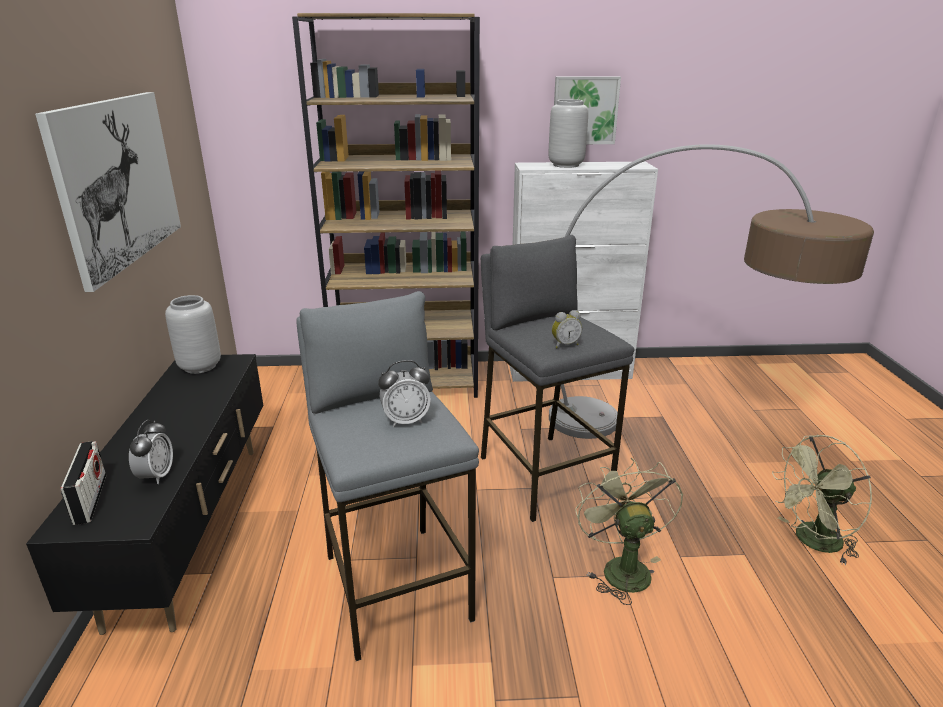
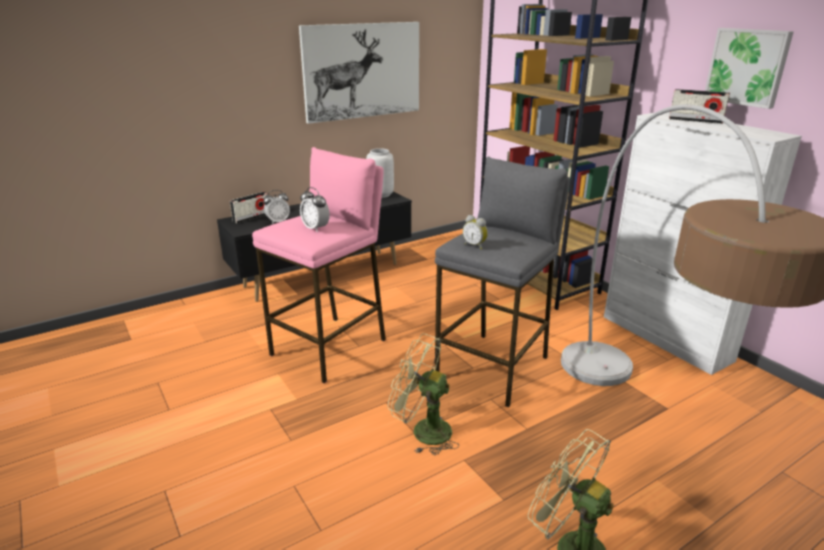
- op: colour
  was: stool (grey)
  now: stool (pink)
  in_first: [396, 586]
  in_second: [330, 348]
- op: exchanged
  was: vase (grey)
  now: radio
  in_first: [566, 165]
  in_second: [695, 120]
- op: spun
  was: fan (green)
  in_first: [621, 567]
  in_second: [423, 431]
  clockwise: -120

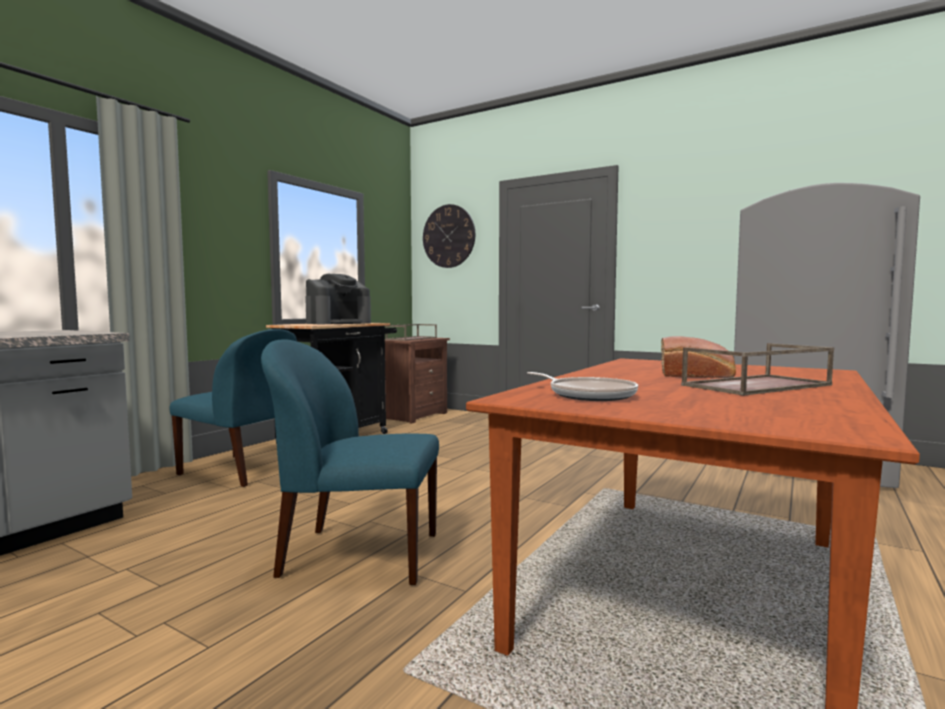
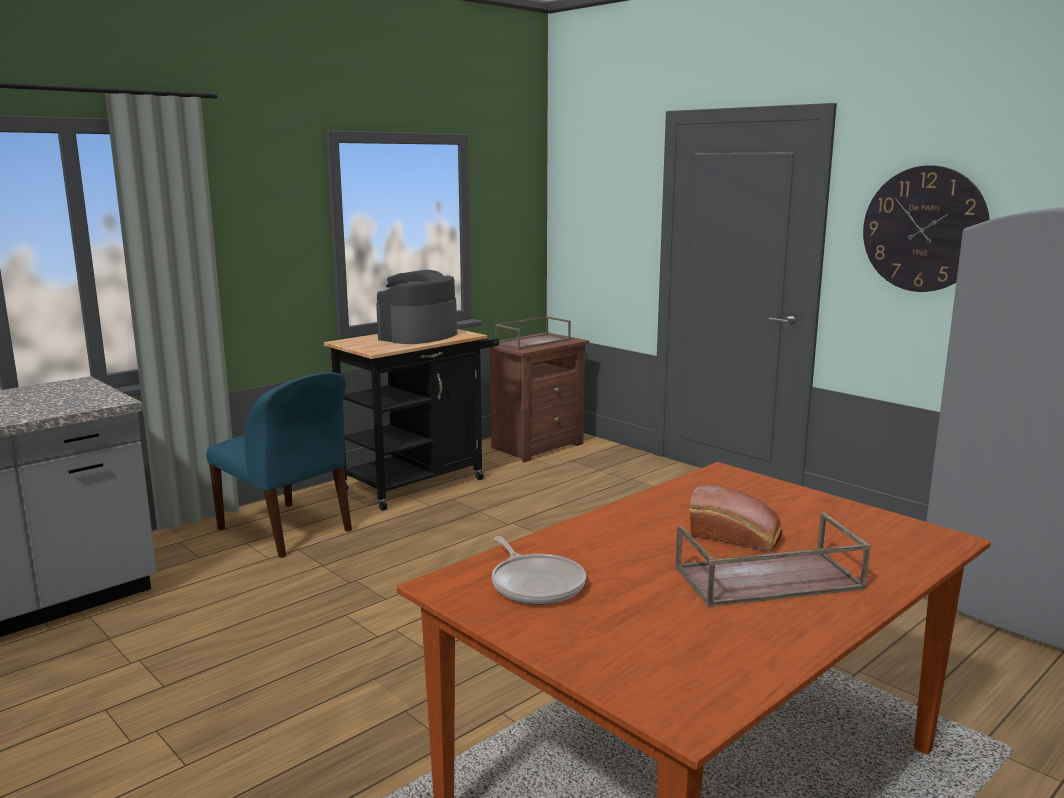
- op: missing
  was: chair (blue)
  in_first: [357, 555]
- op: spun
  was: coffee machine
  in_first: [338, 323]
  in_second: [418, 336]
  clockwise: 150
- op: relocated
  was: wall clock
  in_first: [448, 236]
  in_second: [924, 229]

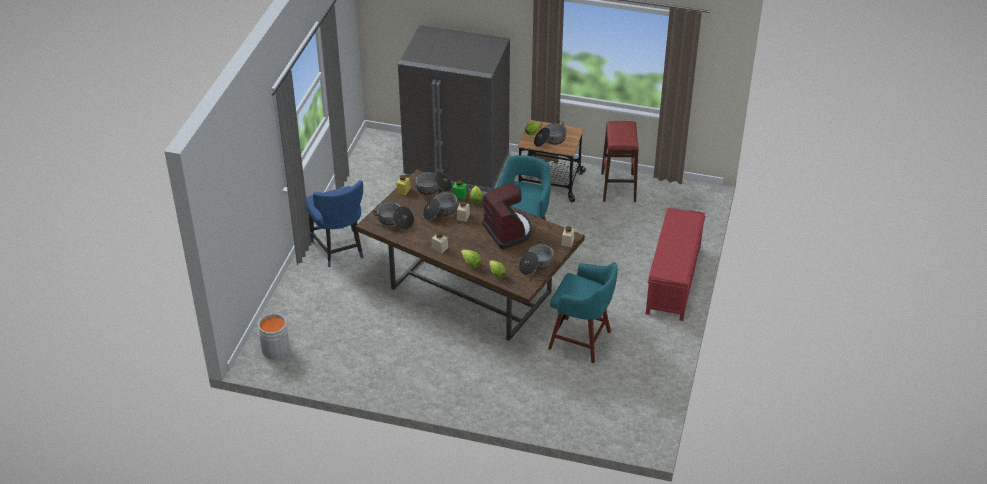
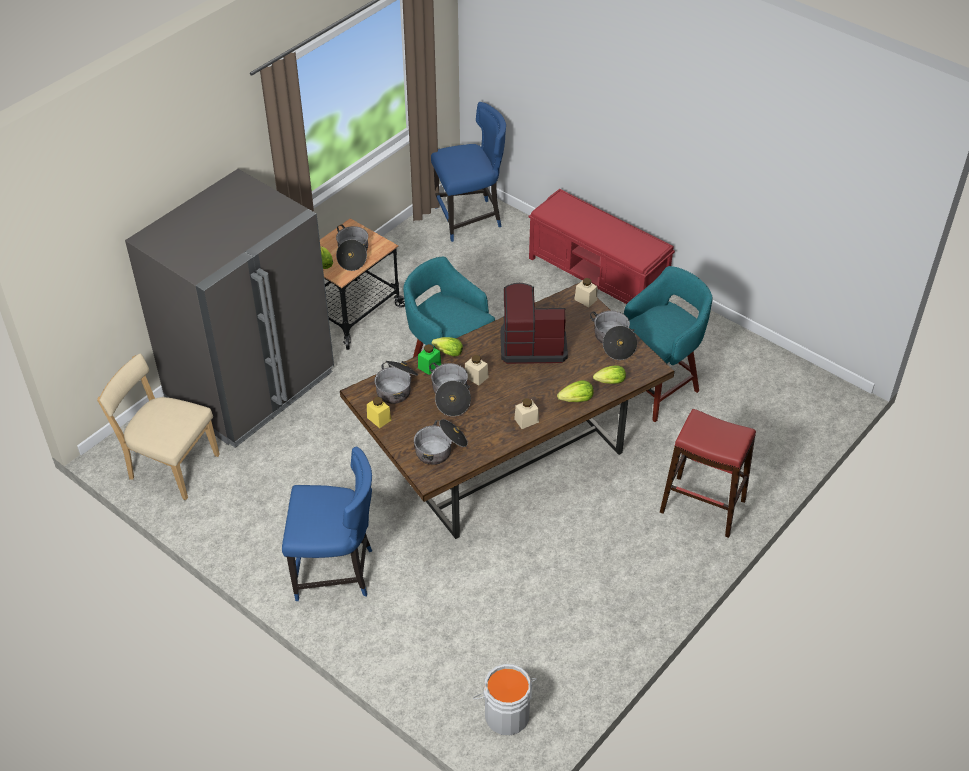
- op: relocated
  was: stool (red)
  in_first: [618, 187]
  in_second: [702, 506]
- op: appeared
  now: chair (beige)
  in_second: [170, 466]
- op: appeared
  now: chair (blue)
  in_second: [470, 219]

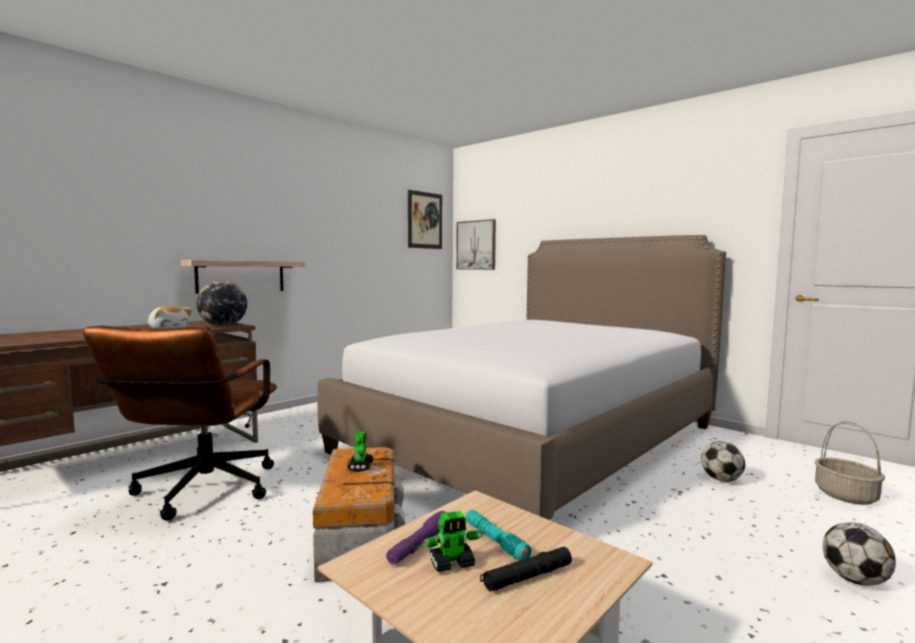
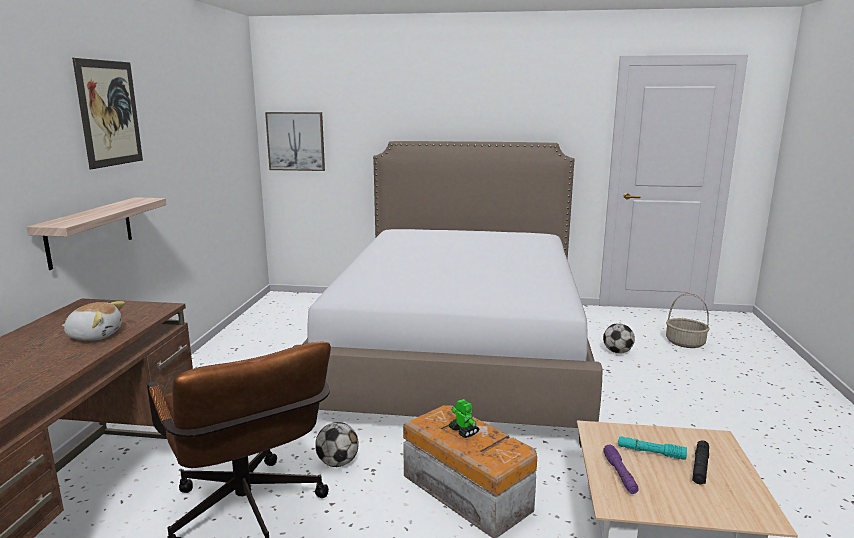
- op: missing
  was: globe
  in_first: [223, 326]
- op: relocated
  was: picture
  in_first: [425, 220]
  in_second: [109, 113]
- op: missing
  was: toy robot
  in_first: [452, 563]
- op: relocated
  was: football
  in_first: [855, 580]
  in_second: [337, 463]

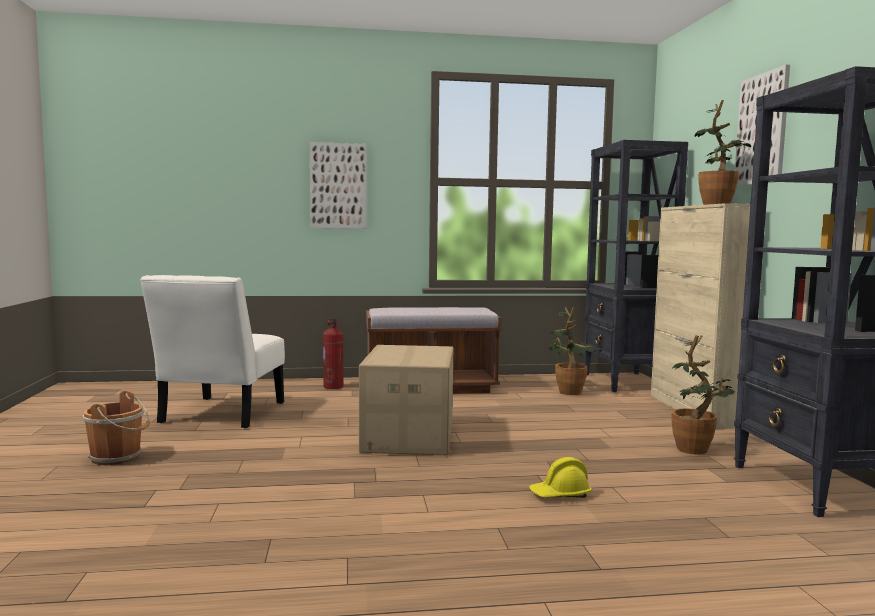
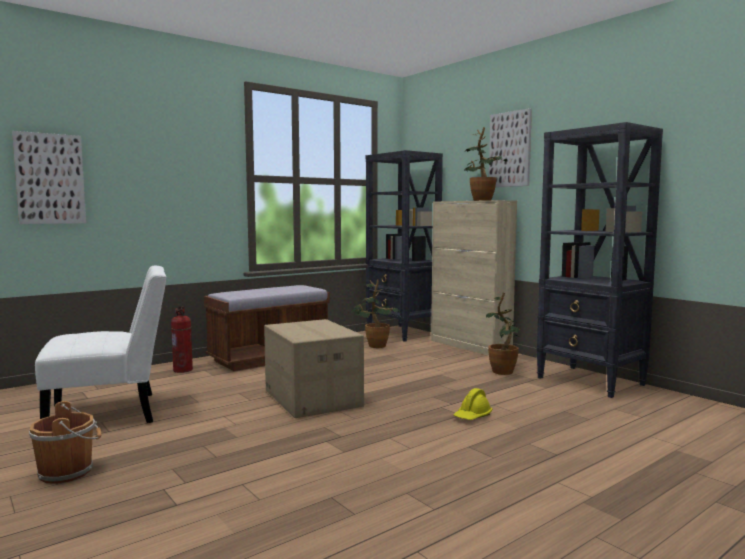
- op: spun
  was: chair (white)
  in_first: [220, 414]
  in_second: [111, 413]
  clockwise: -90
- op: relocated
  was: picture
  in_first: [338, 186]
  in_second: [50, 179]

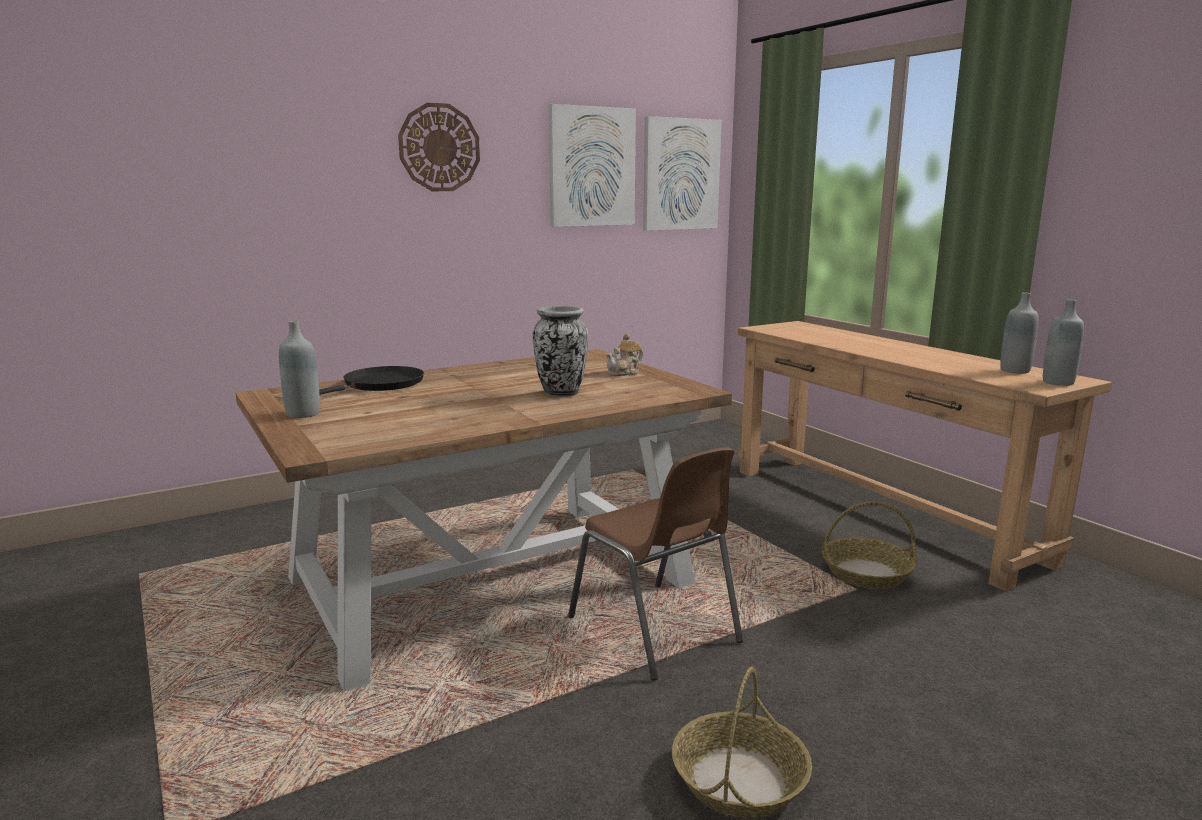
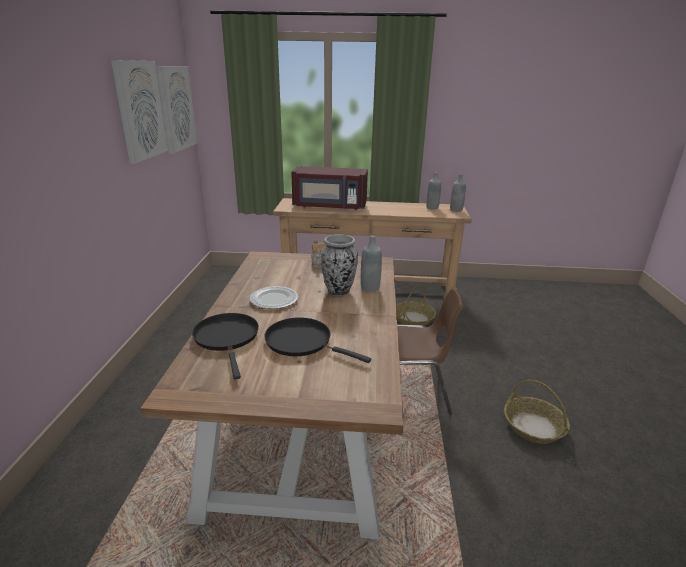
- op: relocated
  was: bottle (grey)
  in_first: [303, 414]
  in_second: [370, 288]
- op: missing
  was: wall clock
  in_first: [439, 147]
- op: appeared
  now: plate
  in_second: [273, 299]
- op: appeared
  now: frying pan (black)
  in_second: [302, 342]
- op: appeared
  now: microwave (red)
  in_second: [329, 206]

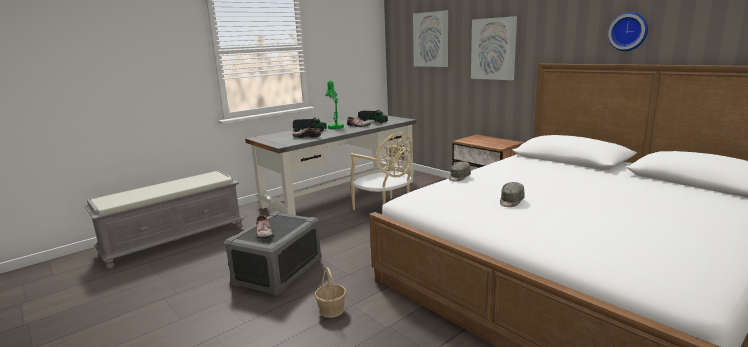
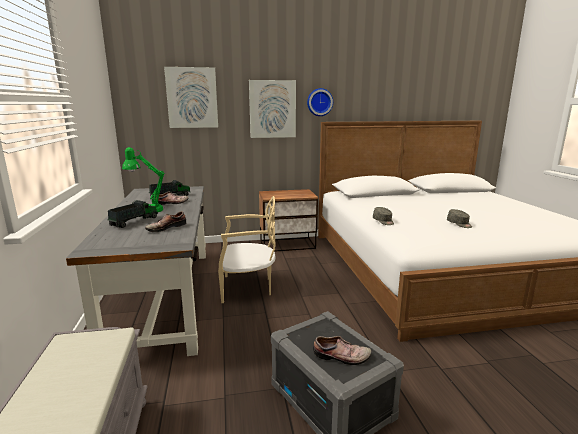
- op: missing
  was: basket
  in_first: [332, 309]
- op: relocated
  was: wall clock
  in_first: [628, 31]
  in_second: [319, 102]

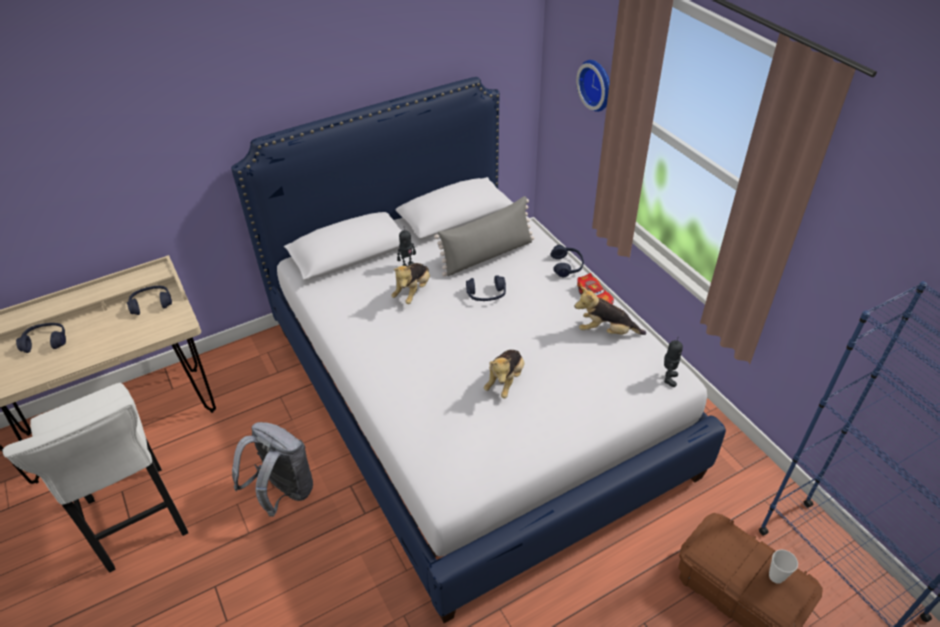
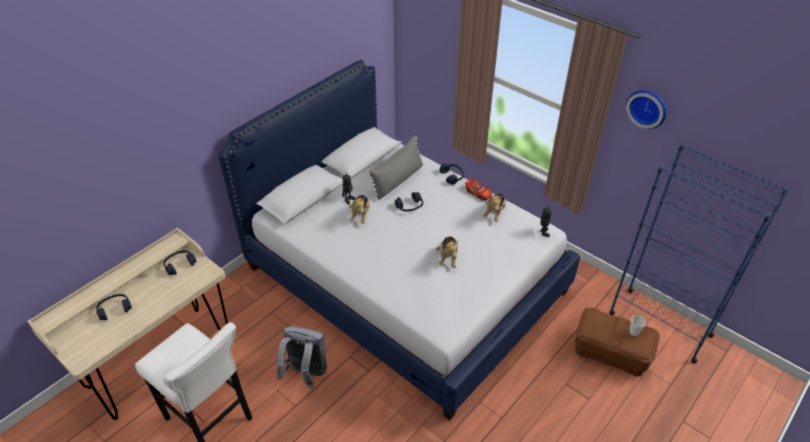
- op: spun
  was: plush toy
  in_first: [606, 331]
  in_second: [494, 213]
  clockwise: -60
- op: relocated
  was: wall clock
  in_first: [597, 84]
  in_second: [647, 107]

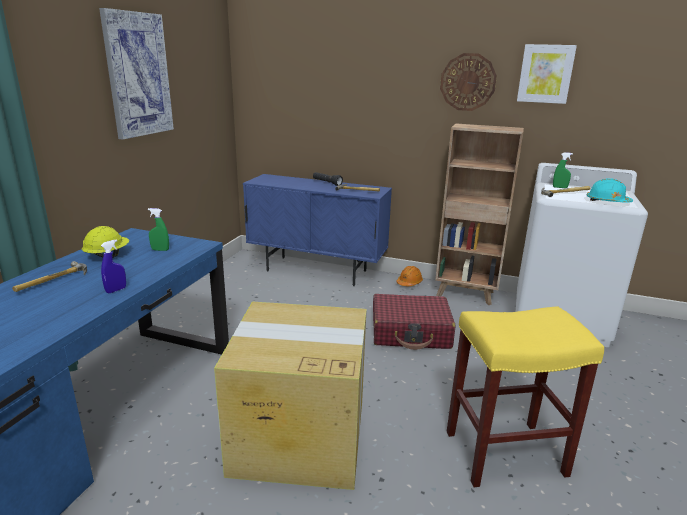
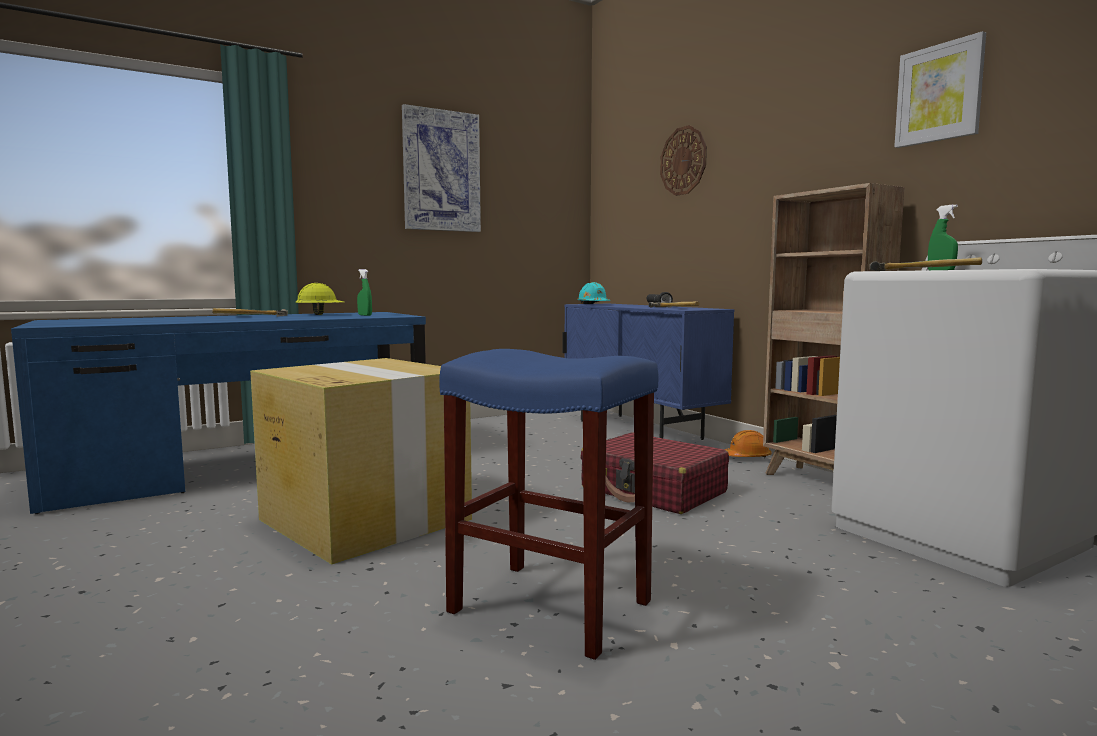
- op: missing
  was: spray bottle (blue)
  in_first: [116, 290]
- op: relocated
  was: wall clock
  in_first: [468, 82]
  in_second: [683, 161]
- op: colour
  was: stool (yellow)
  now: stool (blue)
  in_first: [506, 452]
  in_second: [553, 606]
- op: relocated
  was: hard hat (turquoise)
  in_first: [607, 202]
  in_second: [593, 304]

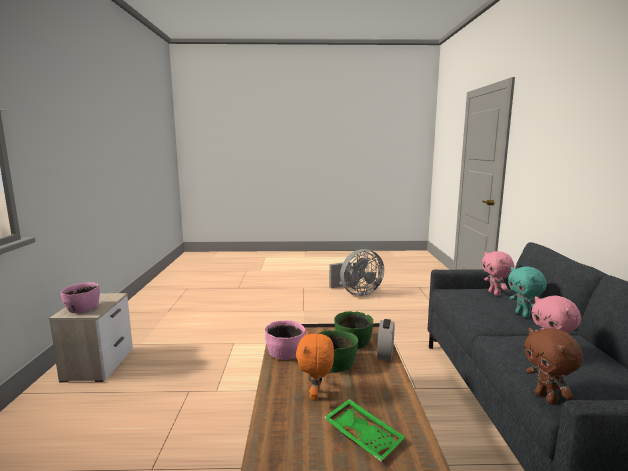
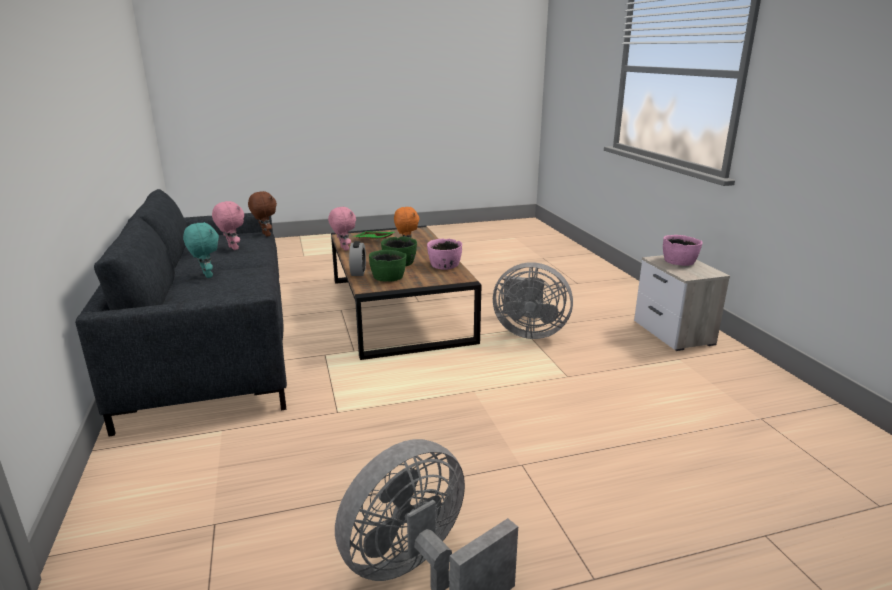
- op: relocated
  was: plush toy (pink)
  in_first: [495, 293]
  in_second: [343, 249]
- op: appeared
  now: fan (grey)
  in_second: [528, 332]

